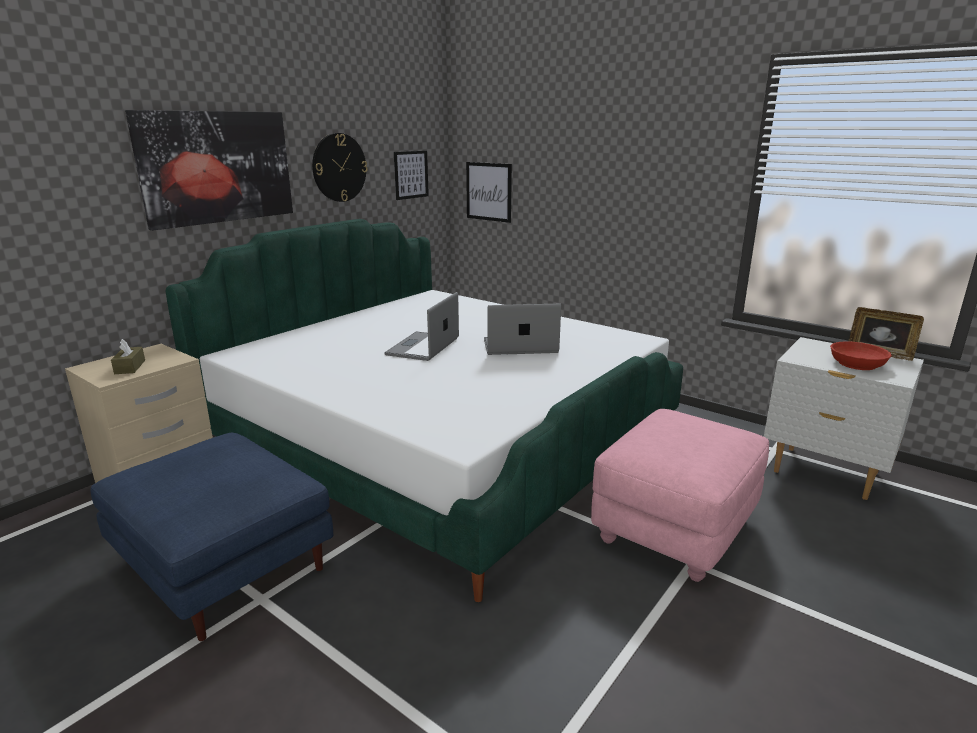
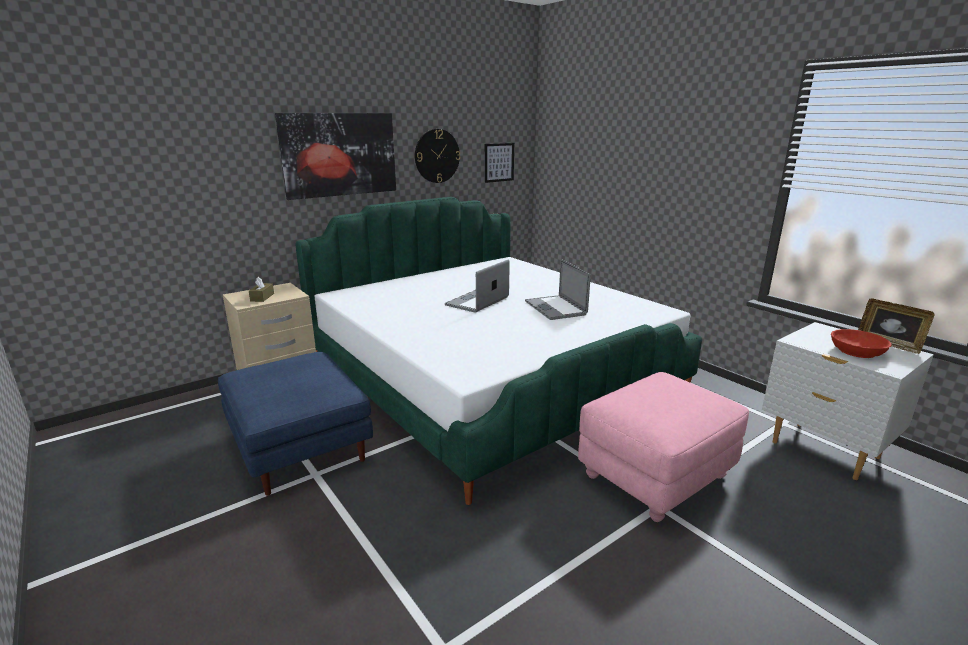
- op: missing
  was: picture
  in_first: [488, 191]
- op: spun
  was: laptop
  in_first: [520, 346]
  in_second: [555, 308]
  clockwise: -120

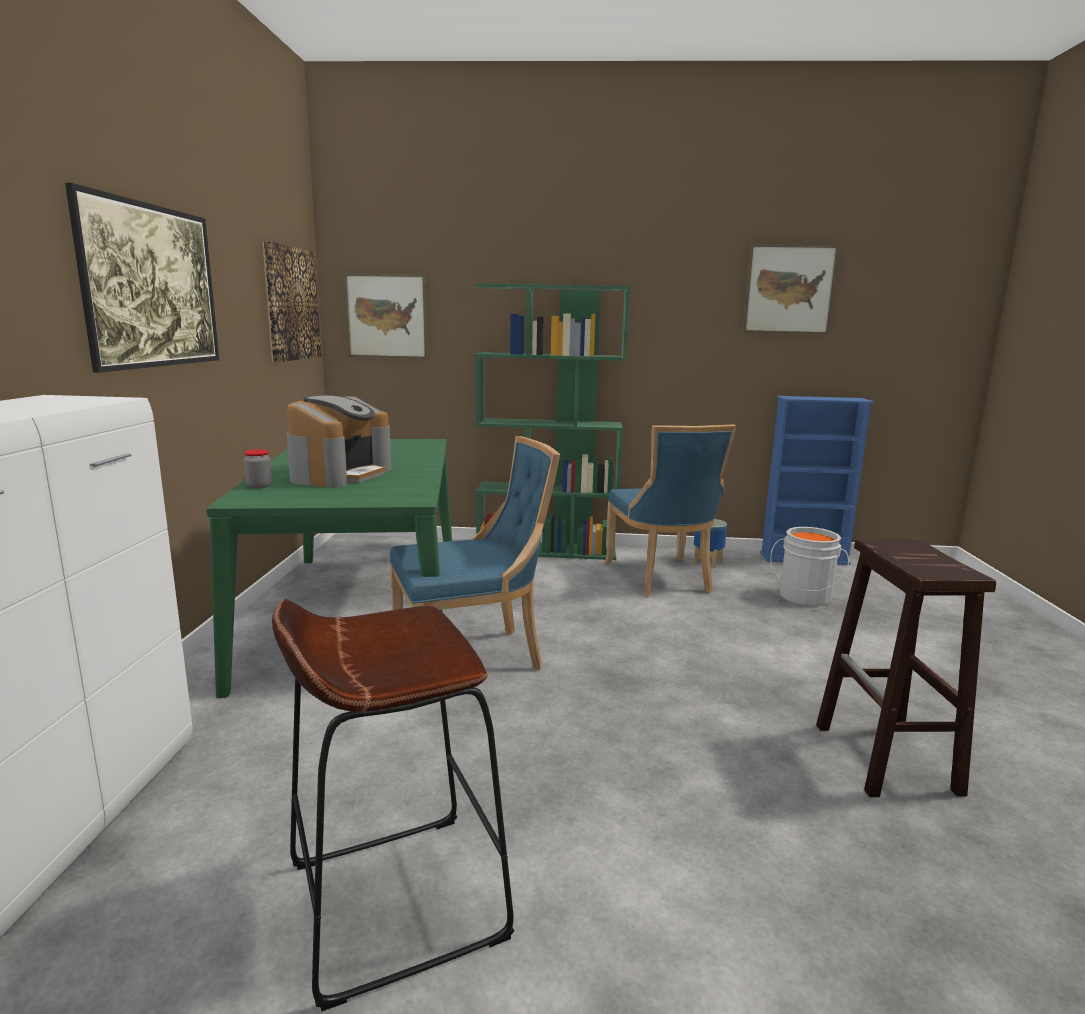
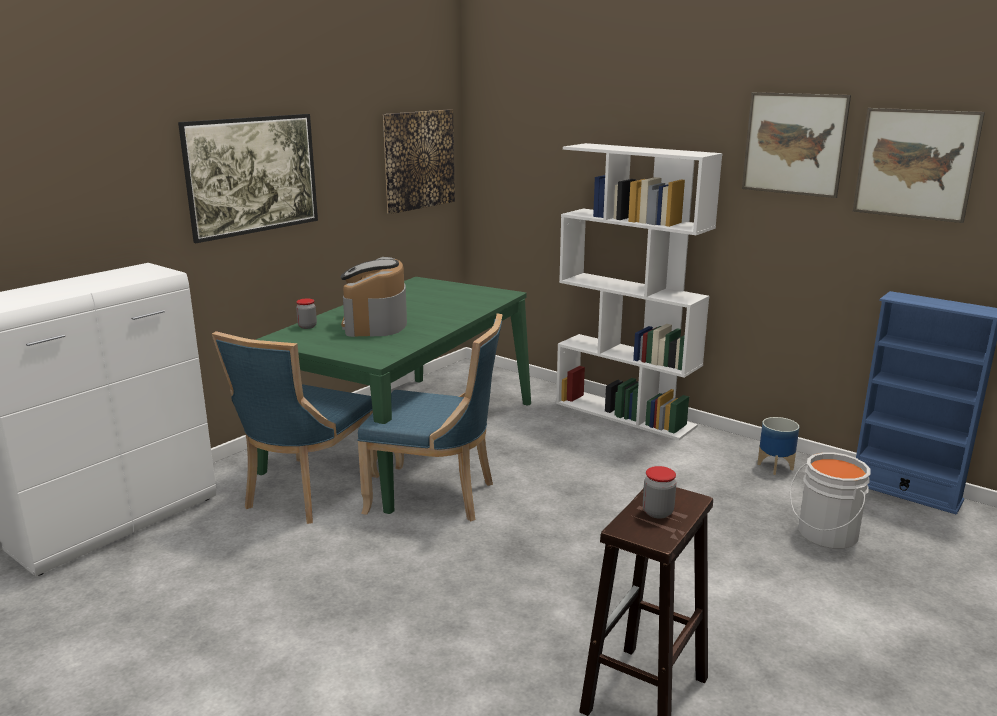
- op: missing
  was: stool (brown)
  in_first: [395, 900]
- op: spun
  was: coffee machine
  in_first: [340, 474]
  in_second: [375, 323]
  clockwise: 120
- op: relocated
  was: picture
  in_first: [386, 316]
  in_second: [794, 144]
- op: colour
  was: bookcase (green)
  now: bookcase (white)
  in_first: [547, 550]
  in_second: [625, 414]
- op: relocated
  was: chair (blue)
  in_first: [661, 578]
  in_second: [306, 493]
- op: appeared
  now: jar
  in_second: [657, 512]

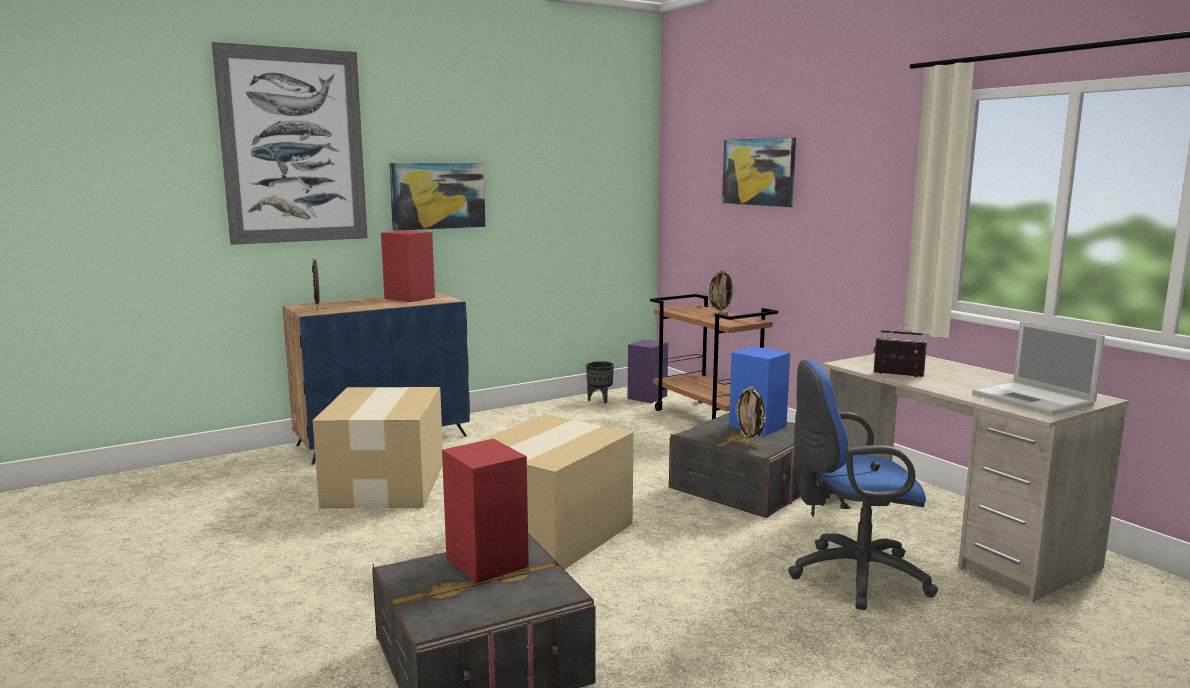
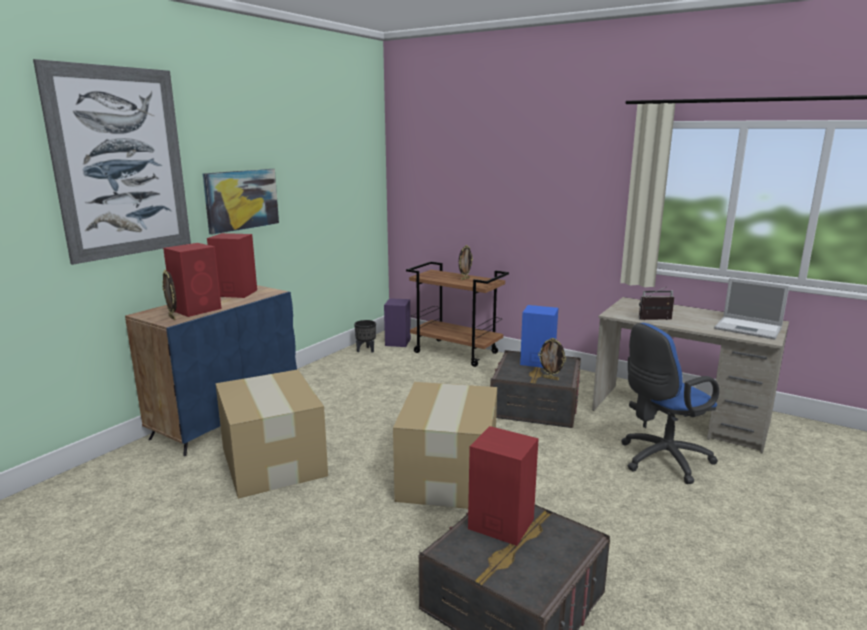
- op: missing
  was: picture
  in_first: [758, 172]
- op: appeared
  now: speaker (red)
  in_second: [197, 309]

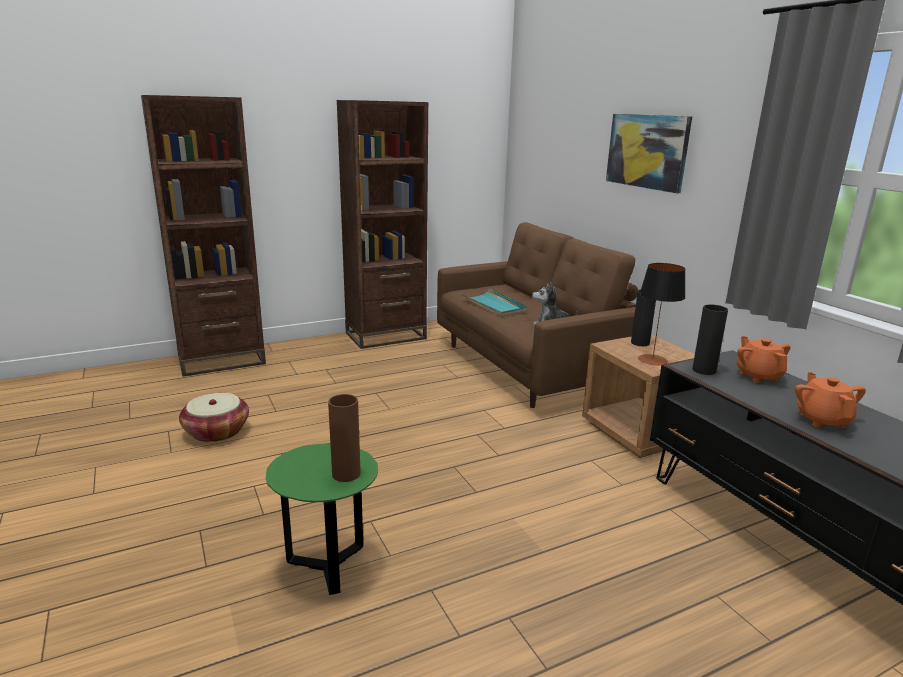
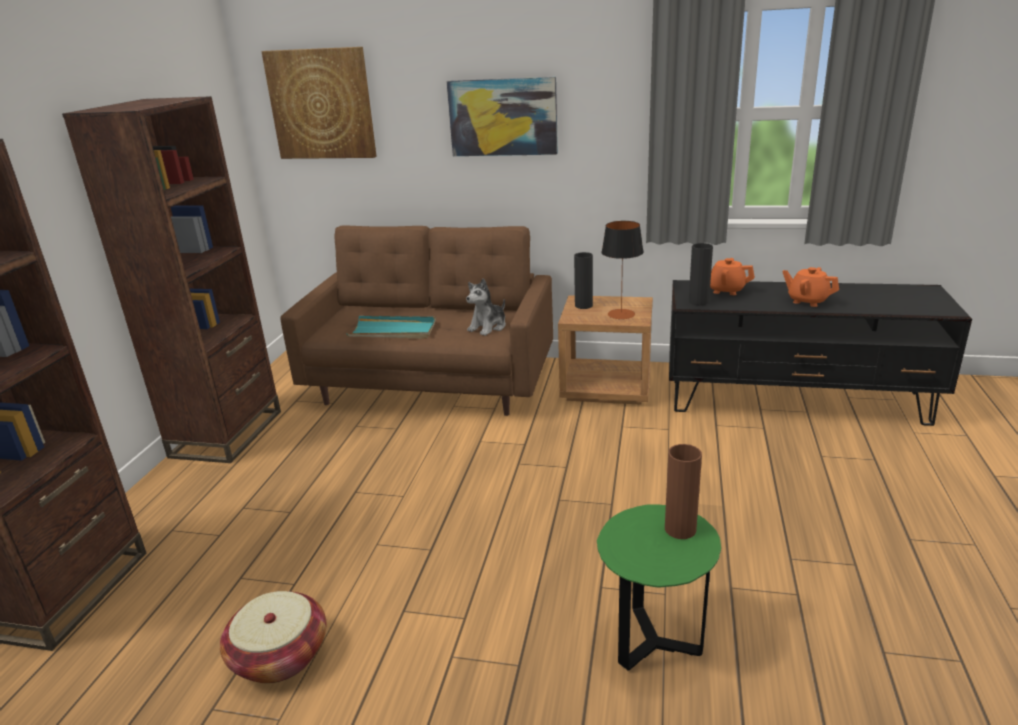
- op: appeared
  now: picture
  in_second: [321, 104]

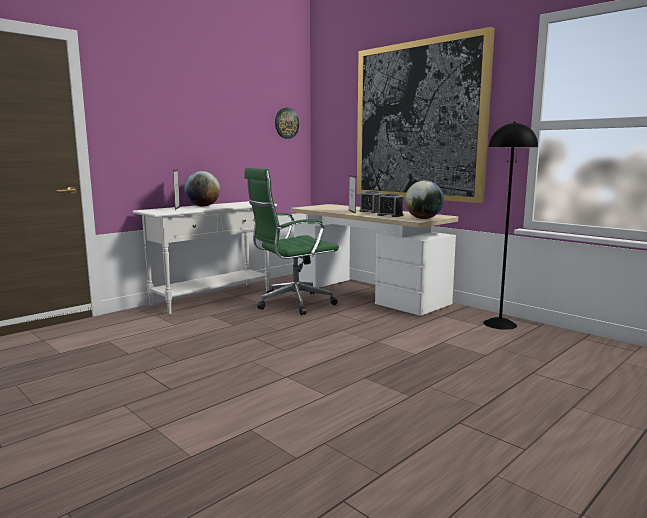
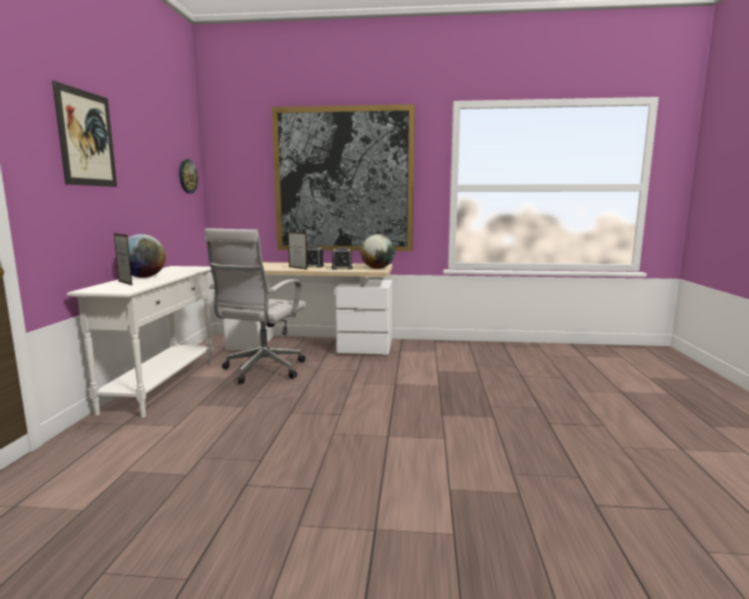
- op: colour
  was: office chair (green)
  now: office chair (white)
  in_first: [292, 304]
  in_second: [262, 371]
- op: missing
  was: floor lamp (black)
  in_first: [500, 324]
- op: appeared
  now: picture
  in_second: [86, 138]

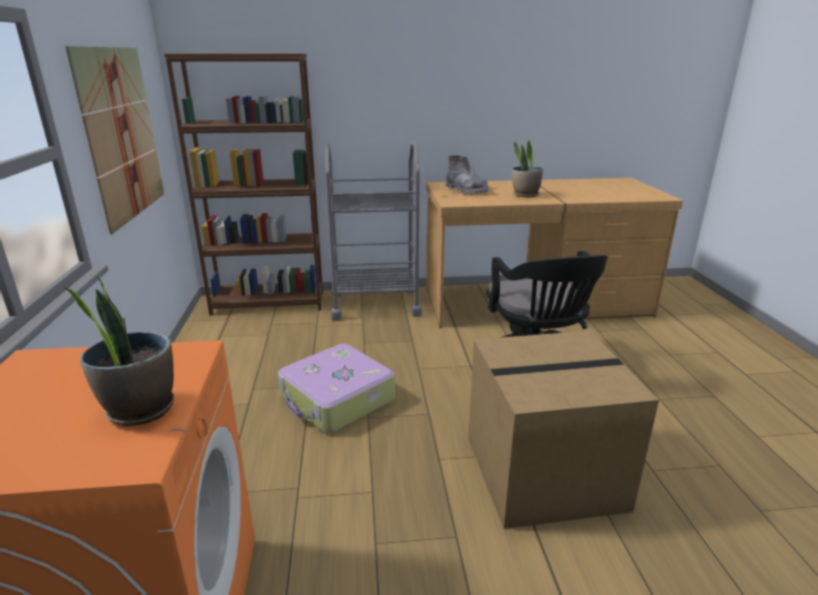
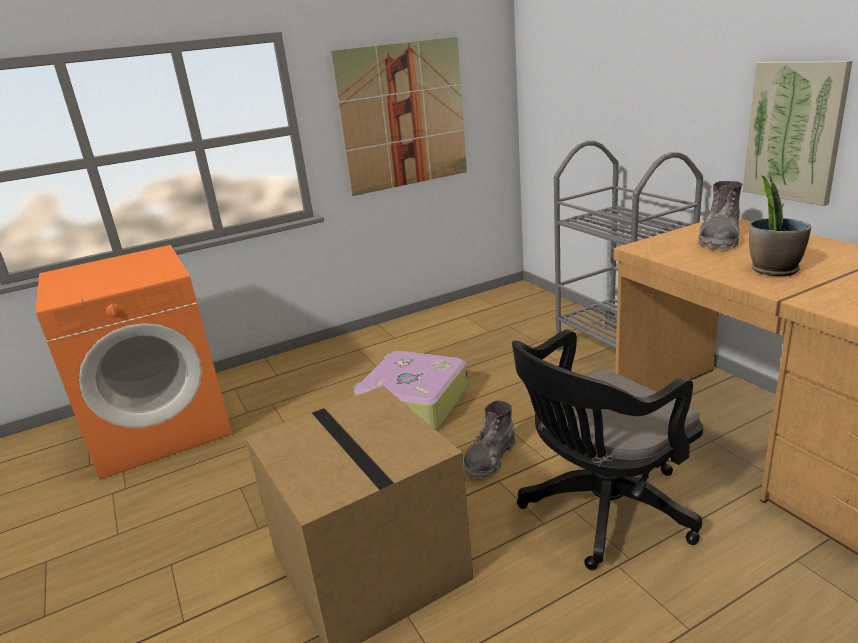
- op: missing
  was: potted plant
  in_first: [140, 409]
- op: missing
  was: bookcase (brown)
  in_first: [269, 303]
- op: appeared
  now: boot (grey)
  in_second: [490, 459]
- op: appeared
  now: picture
  in_second: [794, 131]

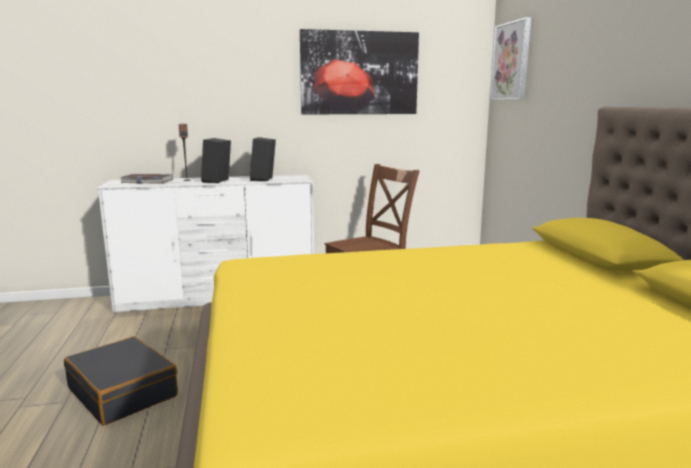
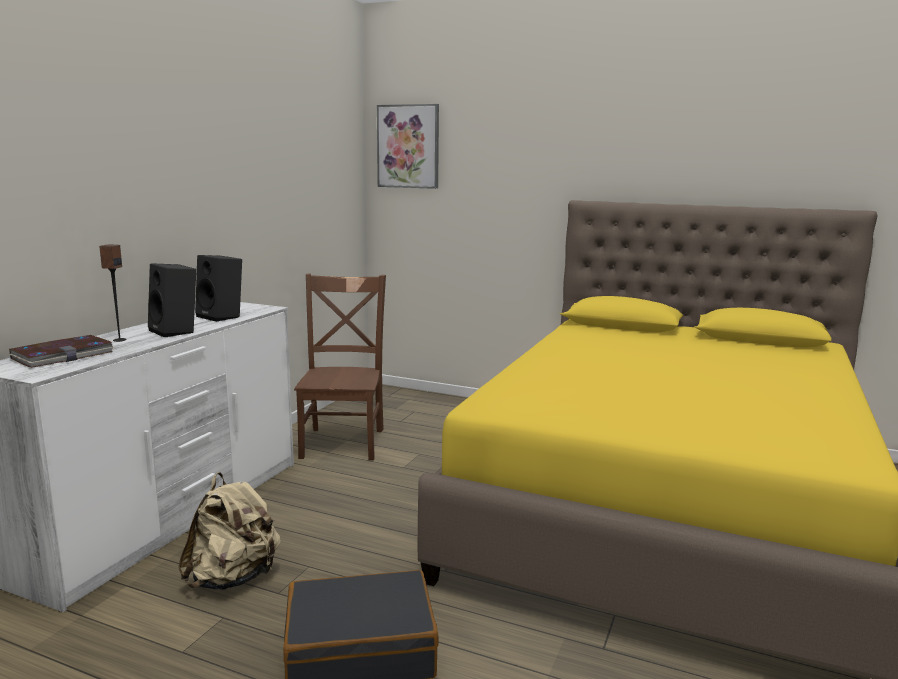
- op: missing
  was: picture
  in_first: [359, 73]
- op: appeared
  now: backpack (beige)
  in_second: [233, 578]

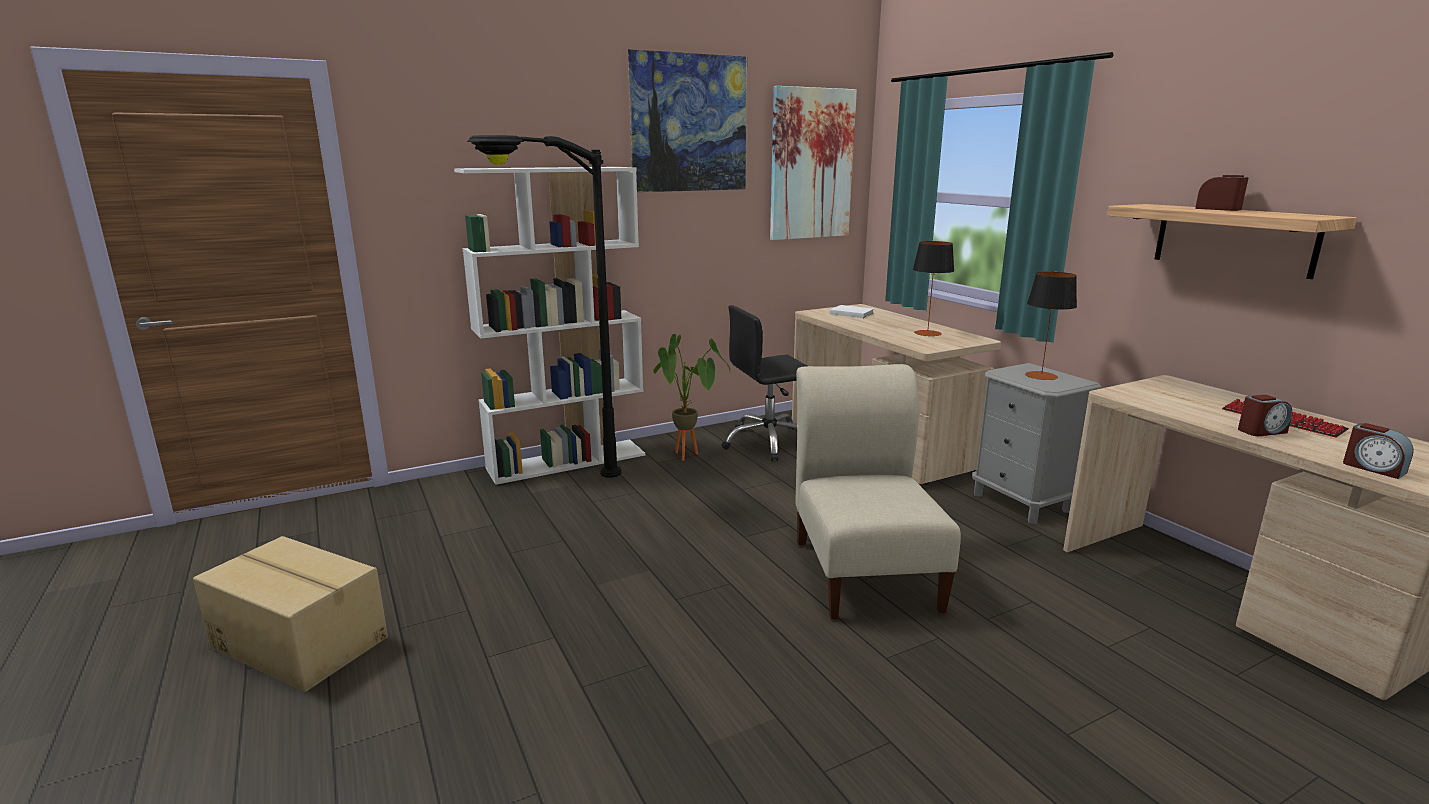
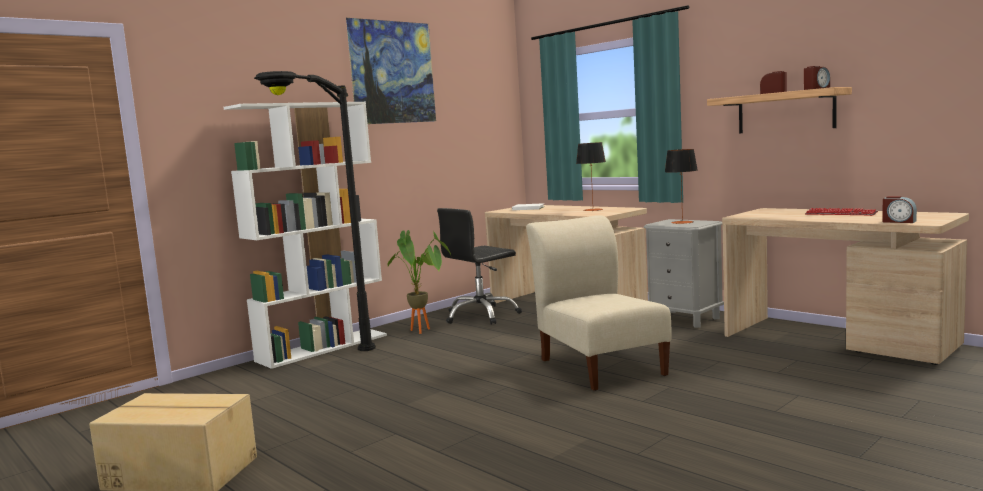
- op: missing
  was: picture
  in_first: [811, 164]
- op: relocated
  was: alarm clock
  in_first: [1261, 431]
  in_second: [816, 89]

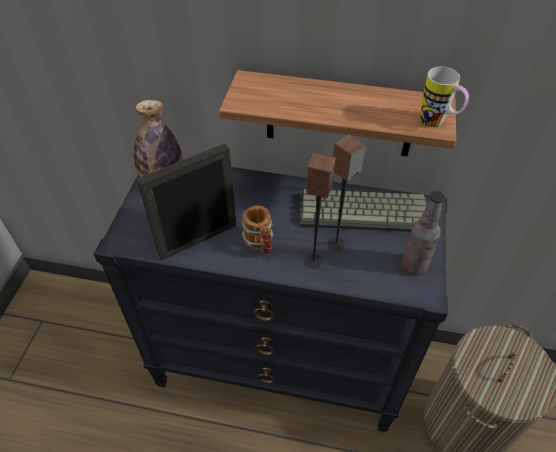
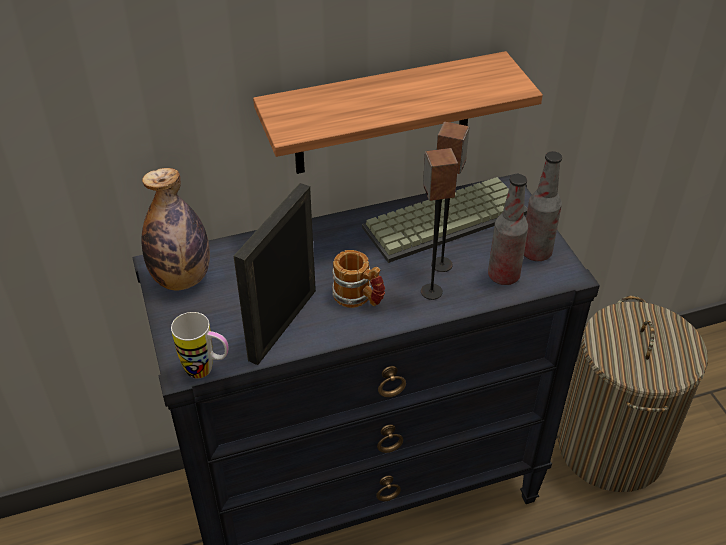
- op: relocated
  was: mug
  in_first: [437, 124]
  in_second: [207, 370]
- op: appeared
  now: bottle
  in_second: [503, 276]

